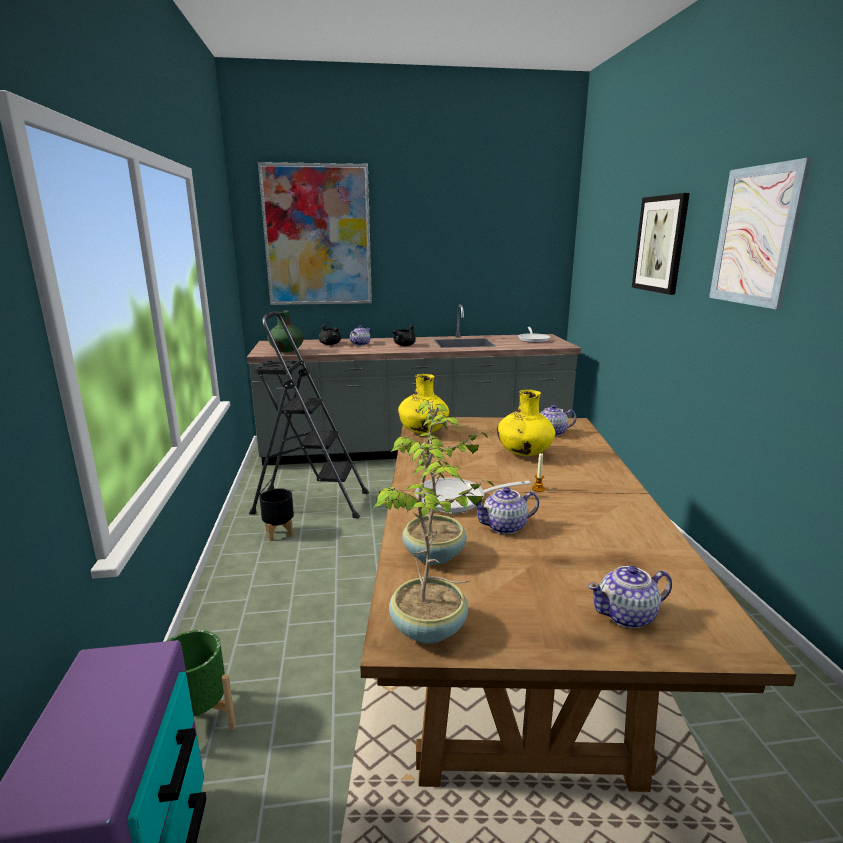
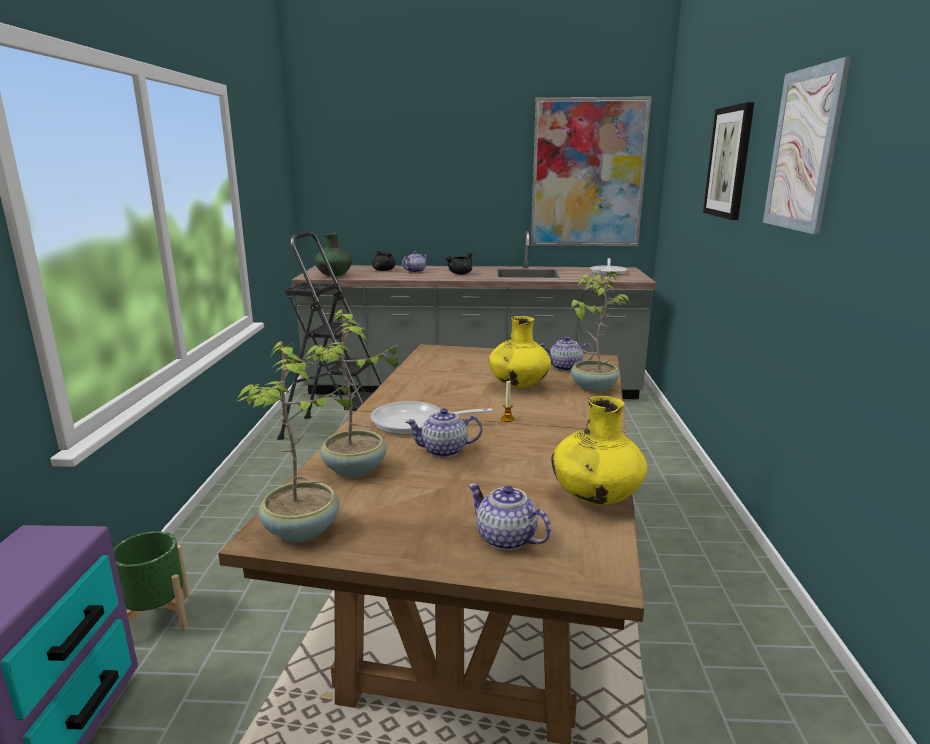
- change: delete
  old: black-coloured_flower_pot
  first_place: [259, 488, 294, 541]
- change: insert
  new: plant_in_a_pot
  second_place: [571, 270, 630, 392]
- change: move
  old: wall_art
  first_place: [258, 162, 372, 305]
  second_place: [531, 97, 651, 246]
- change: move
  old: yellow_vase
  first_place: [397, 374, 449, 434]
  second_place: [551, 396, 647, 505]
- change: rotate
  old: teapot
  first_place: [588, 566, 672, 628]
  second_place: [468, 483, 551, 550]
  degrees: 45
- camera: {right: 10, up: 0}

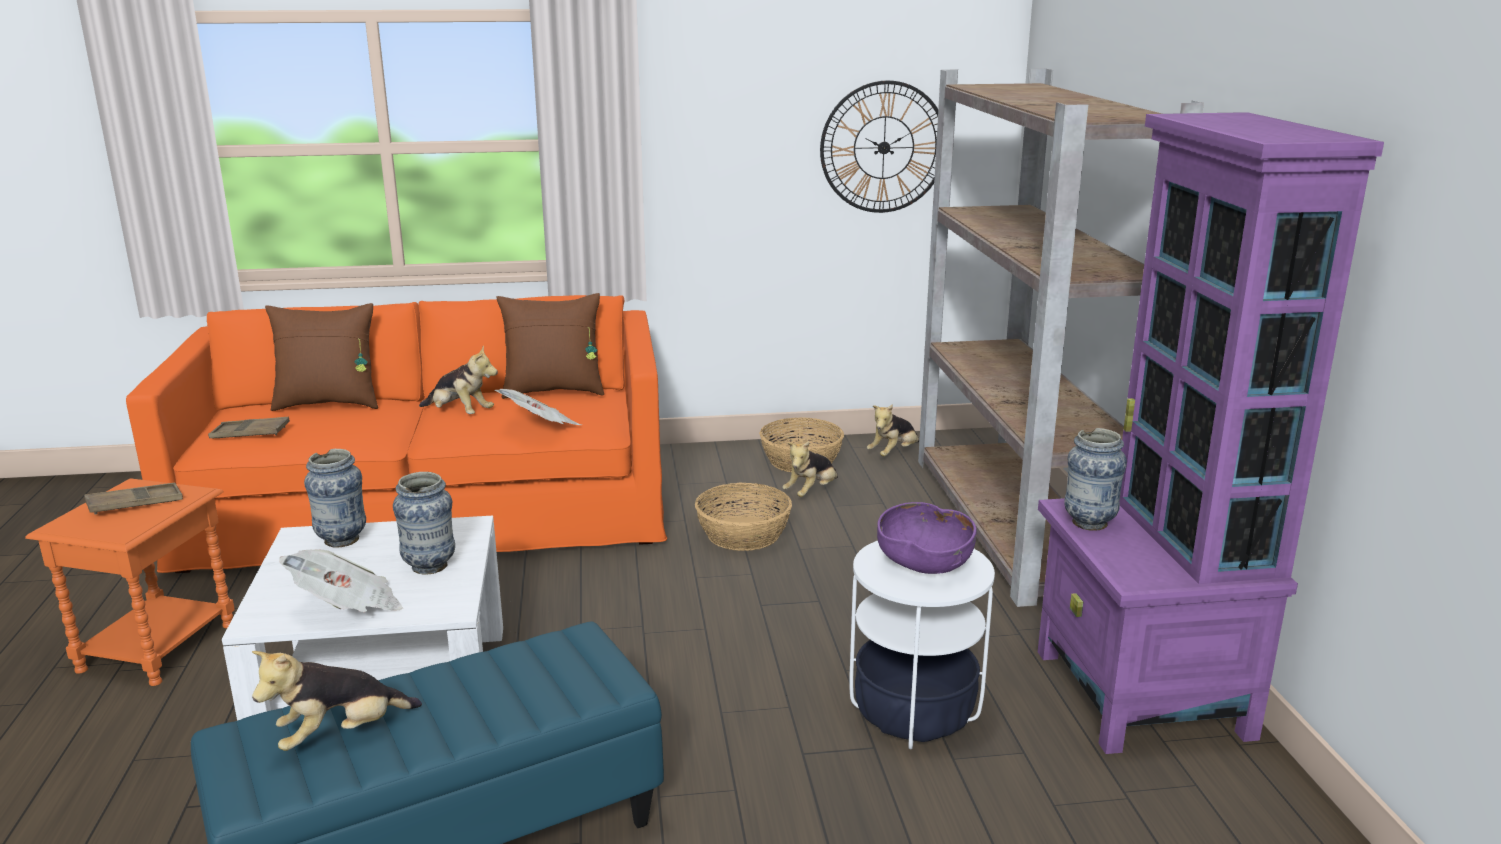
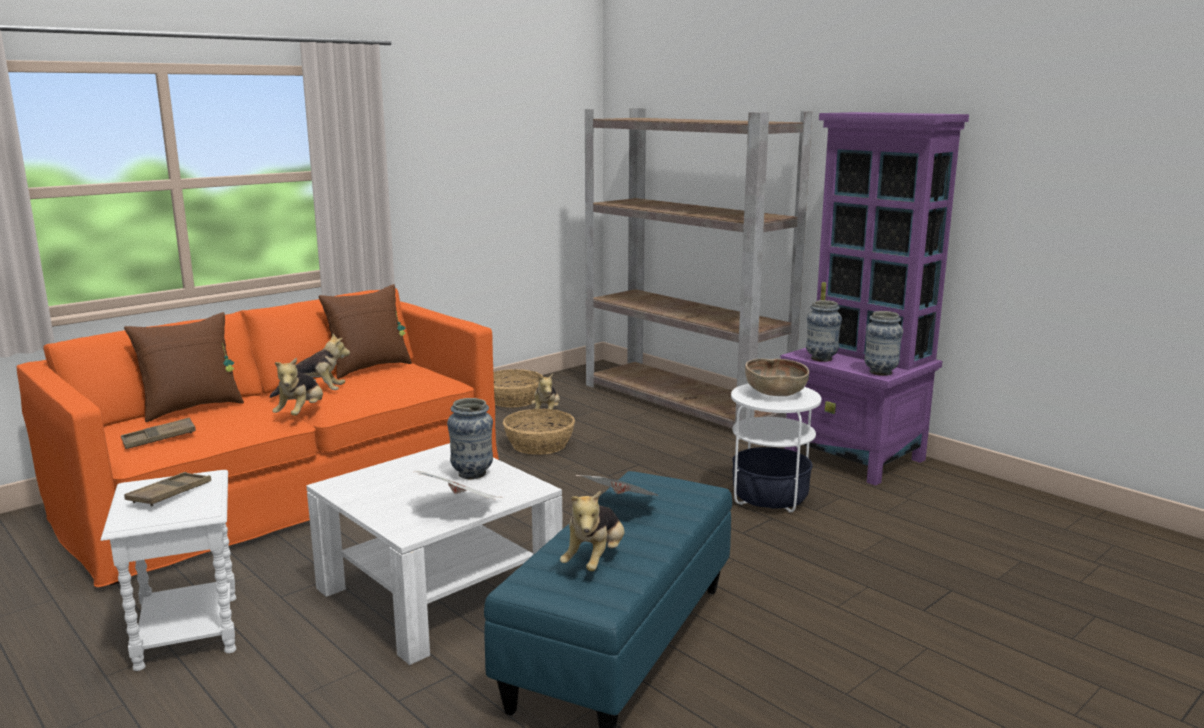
- change: delete
  old: wall_clock
  first_place: [820, 80, 938, 213]
- change: move
  old: vase
  first_place: [304, 449, 366, 548]
  second_place: [864, 311, 903, 376]
- change: move
  old: newspaper
  first_place: [495, 389, 582, 425]
  second_place: [576, 475, 659, 496]
- change: move
  old: plush_toy
  first_place: [867, 404, 919, 456]
  second_place: [273, 357, 323, 416]
- change: recolor
  old: orange-coloured_end_table
  new: white_end_table
  first_place: [25, 478, 235, 686]
  second_place: [101, 470, 236, 671]
- change: recolor
  old: purplish_deep_dish
  new: brown-coloured_deep_dish
  first_place: [877, 502, 977, 574]
  second_place: [745, 359, 809, 396]
- camera: {right: -35, up: -5}

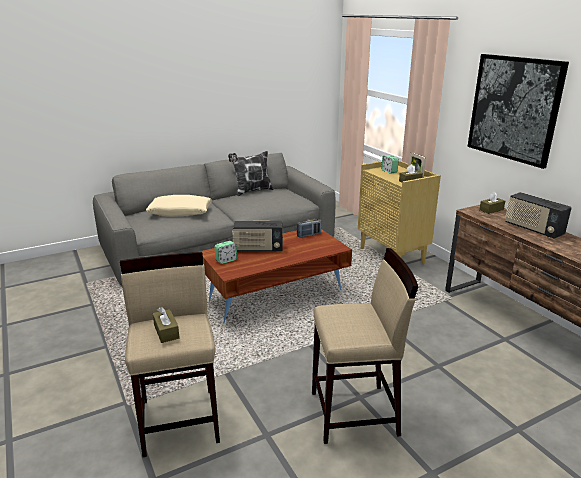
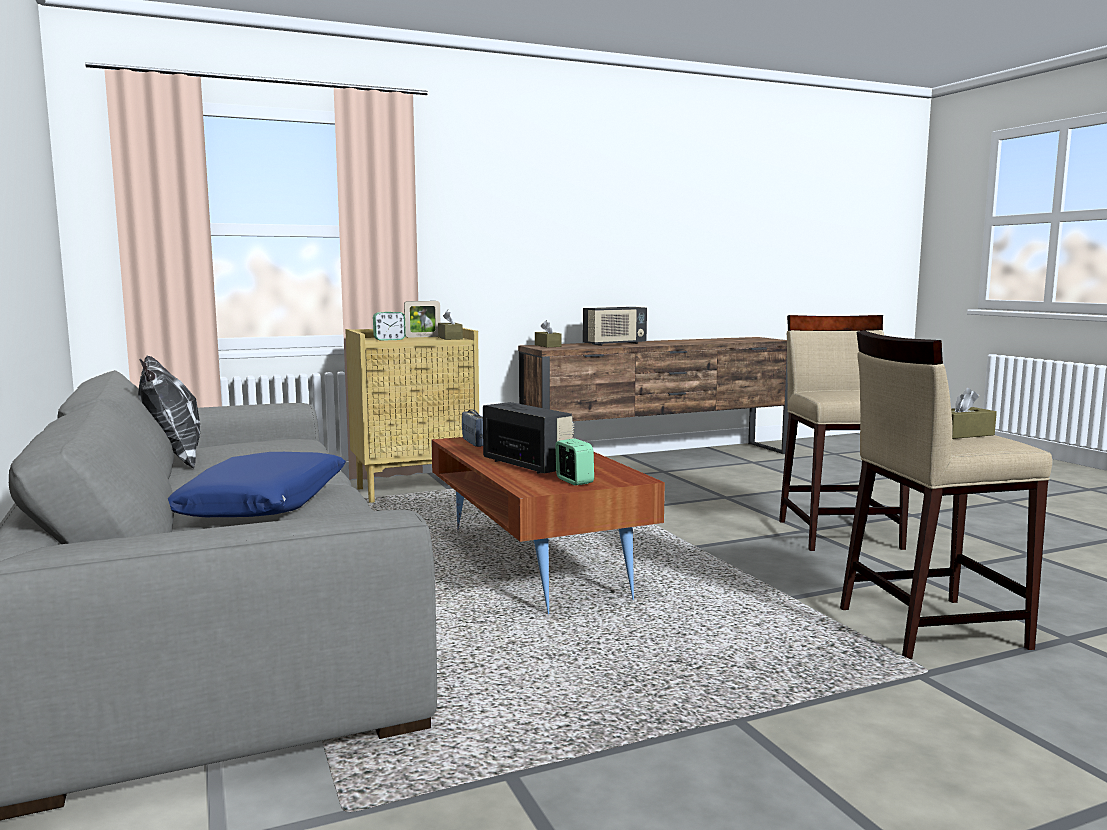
- change: delete
  old: wall_art
  first_place: [467, 54, 569, 169]
- change: recolor
  old: sand-coloured_cushion
  new: blue-coloured_cushion
  first_place: [146, 195, 212, 217]
  second_place: [168, 452, 346, 517]
- change: rotate
  old: radio
  first_place: [232, 221, 283, 252]
  second_place: [483, 402, 574, 474]
  degrees: -45
- camera: {right: -85, up: -15}

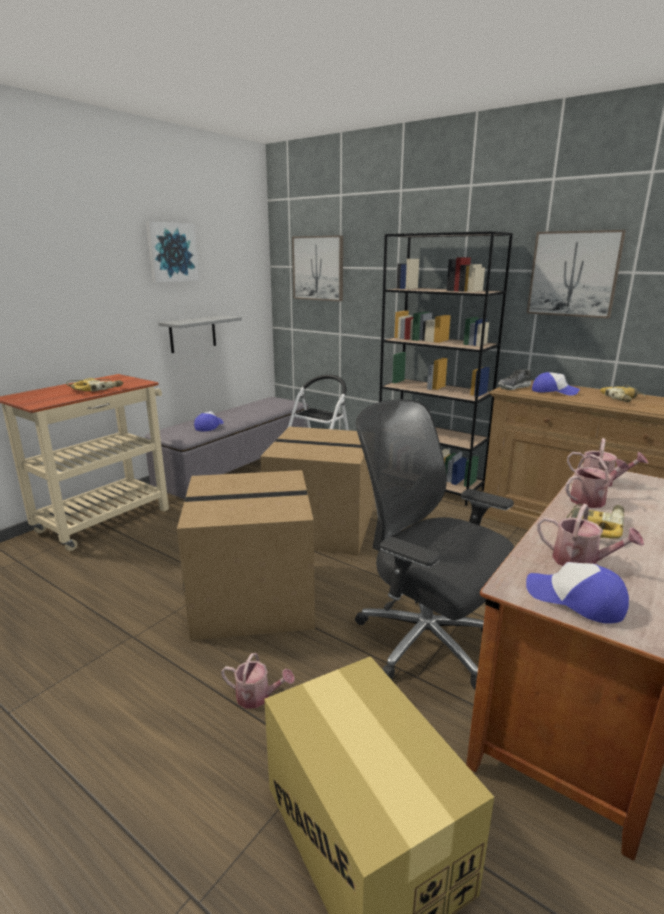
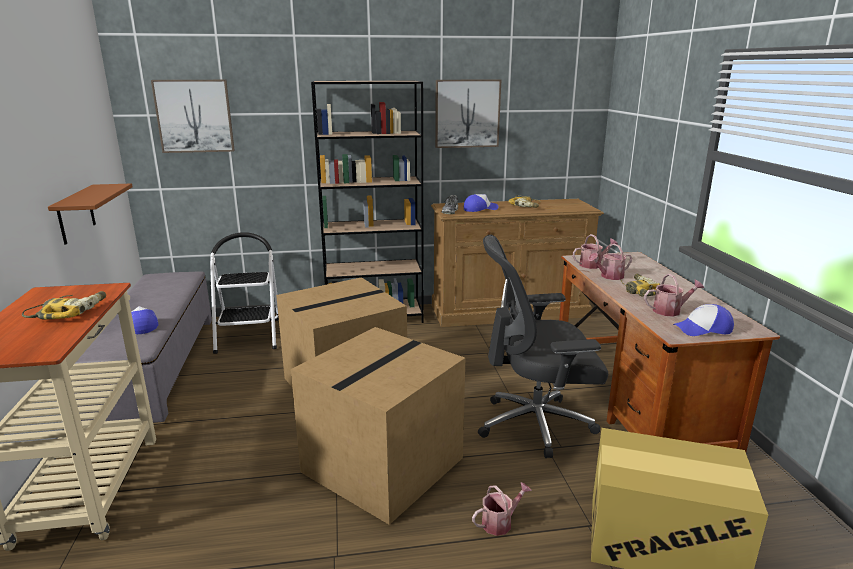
- change: delete
  old: wall_art
  first_place: [146, 221, 199, 282]
- change: recolor
  old: greyish_wall_shelf
  new: brown-coloured_wall_shelf
  first_place: [159, 315, 242, 353]
  second_place: [48, 184, 133, 245]
- change: rotate
  old: watering_pot
  first_place: [565, 454, 629, 508]
  second_place: [588, 244, 632, 280]
  degrees: -135
- camera: {right: -45, up: 0}

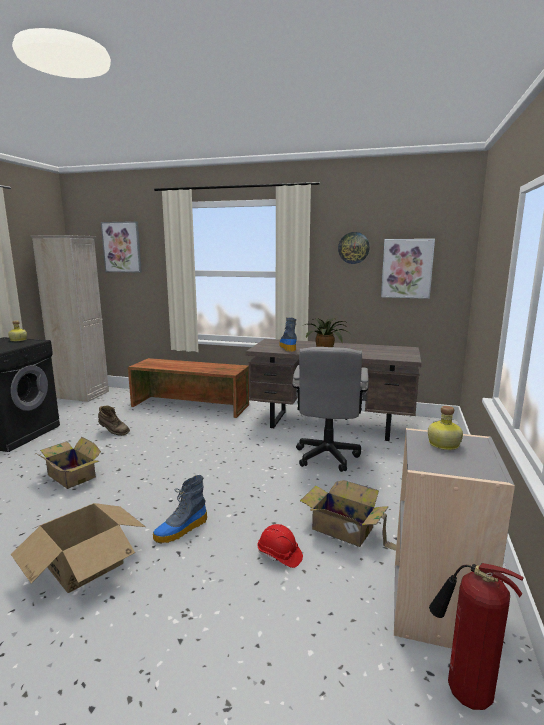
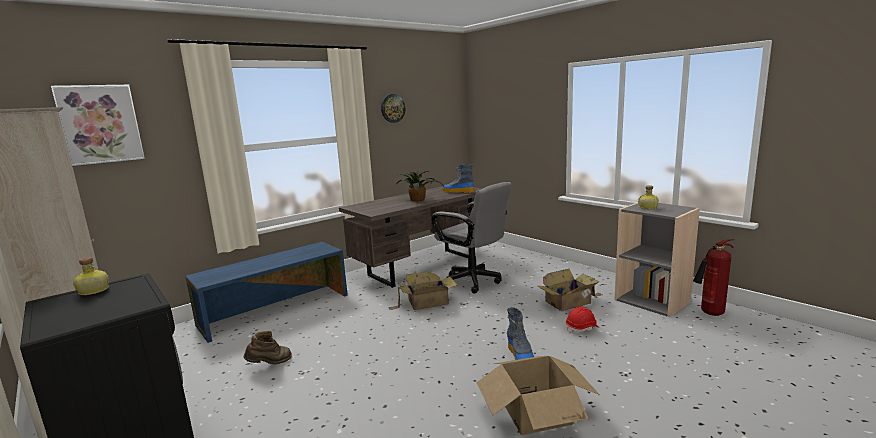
- change: delete
  old: wall_art
  first_place: [381, 239, 435, 299]
- change: move
  old: carton
  first_place: [34, 437, 101, 489]
  second_place: [388, 272, 457, 310]
- change: move
  old: boot
  first_place: [279, 317, 297, 352]
  second_place: [443, 164, 474, 193]
- change: recolor
  old: brown-coloured_long_seat
  new: blue-coloured_long_seat
  first_place: [128, 358, 249, 418]
  second_place: [185, 242, 348, 343]
- camera: {right: -55, up: 0}

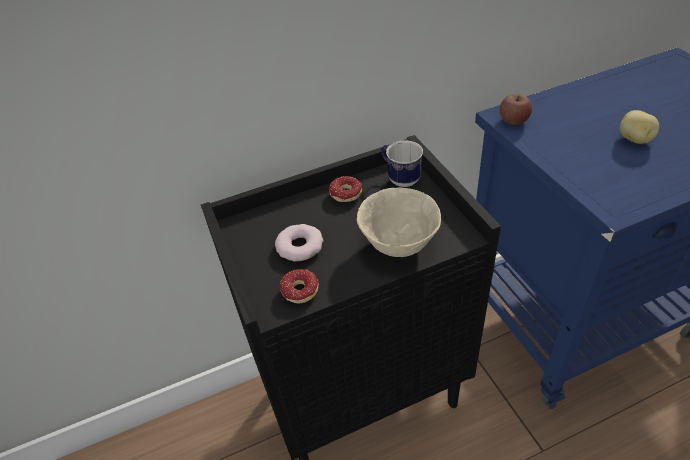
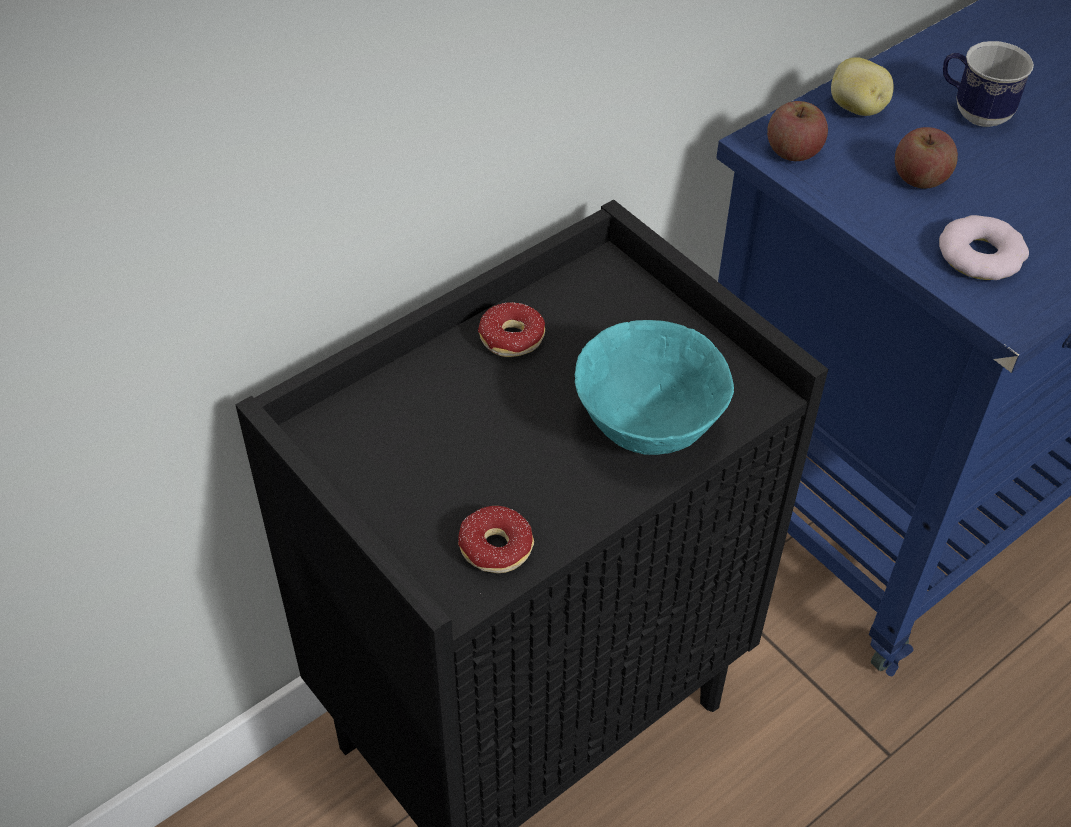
- change: insert
  new: apple_fruit
  second_place: [895, 127, 958, 189]
- change: move
  old: ring_doughnut
  first_place: [275, 224, 323, 262]
  second_place: [939, 215, 1029, 280]
- change: move
  old: mug
  first_place: [381, 141, 423, 187]
  second_place: [943, 41, 1034, 127]
- change: move
  old: potato
  first_place: [620, 110, 659, 144]
  second_place: [831, 57, 894, 116]
- change: recolor
  old: sand-coloured_deep_dish
  new: blue-green_deep_dish
  first_place: [357, 188, 441, 257]
  second_place: [575, 320, 734, 455]
- camera: {right: -20, up: 5}

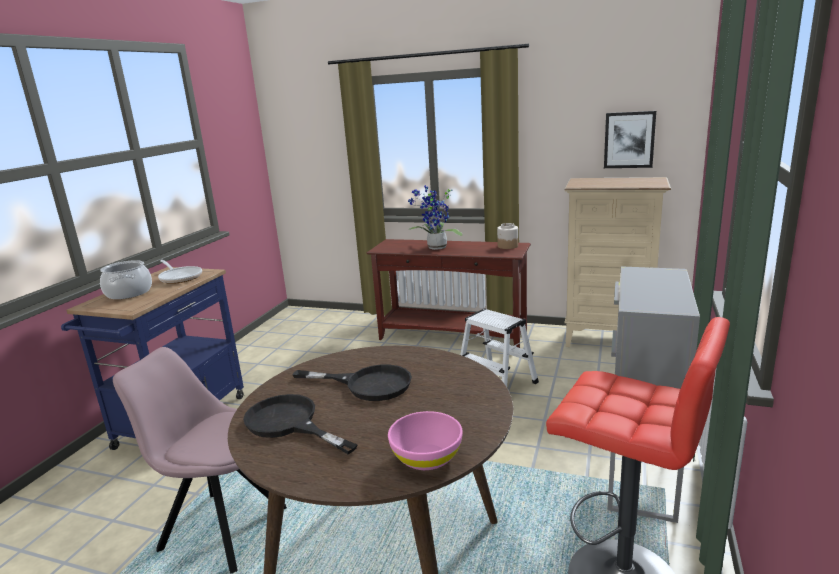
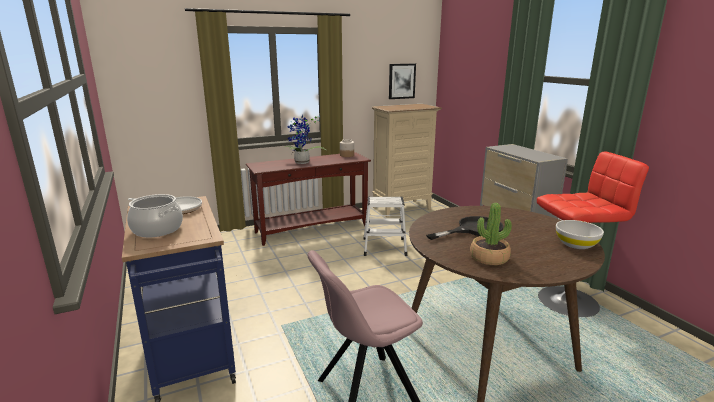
- change: replace
  old: black-coloured_pan
  new: plant_in_a_pot
  first_place: [243, 394, 357, 454]
  second_place: [470, 203, 512, 265]
- change: recolor
  old: pink-coloured_deep_dish
  new: white_deep_dish
  first_place: [388, 411, 462, 470]
  second_place: [556, 220, 604, 249]
- camera: {right: -45, up: 0}

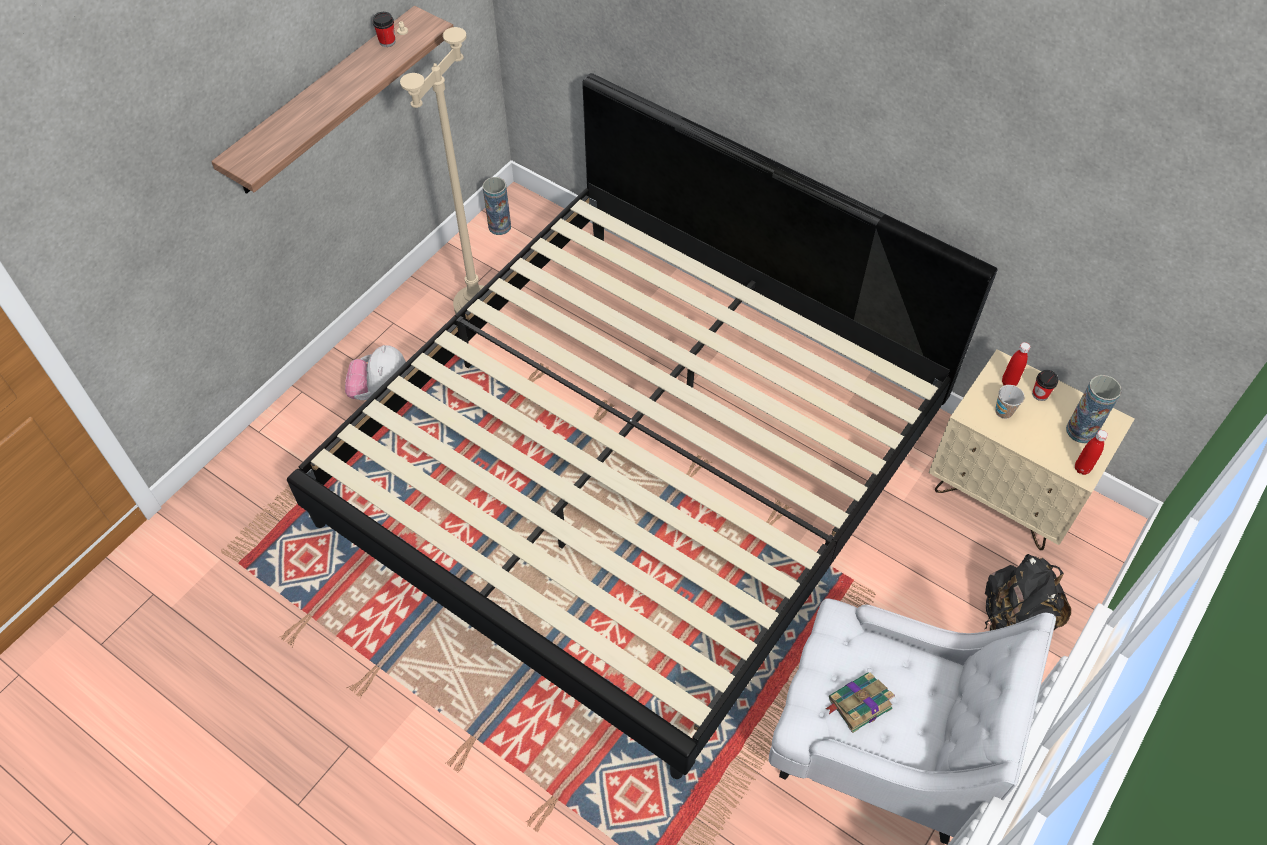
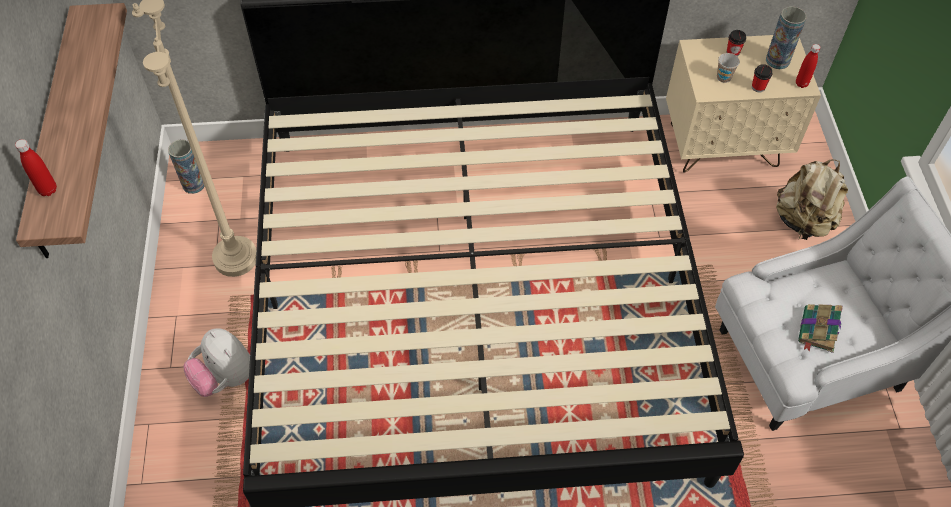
- change: move
  old: small_cup
  first_place: [373, 12, 395, 47]
  second_place: [752, 64, 773, 92]
- change: move
  old: red-coloured_beverage_bottle
  first_place: [1002, 342, 1030, 386]
  second_place: [15, 139, 57, 196]
- change: recolor
  old: black-coloured_knapsack
  new: sand-coloured_knapsack
  first_place: [984, 554, 1071, 631]
  second_place: [776, 159, 848, 240]
- camera: {right: -40, up: 0}

